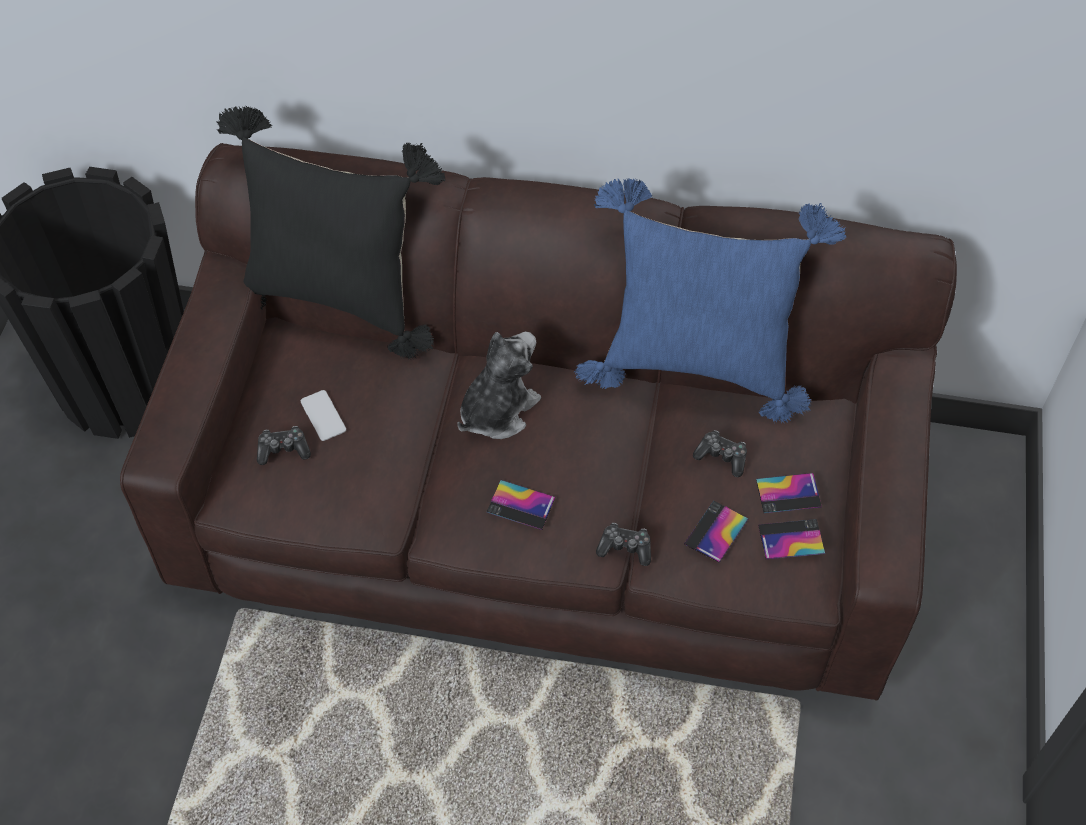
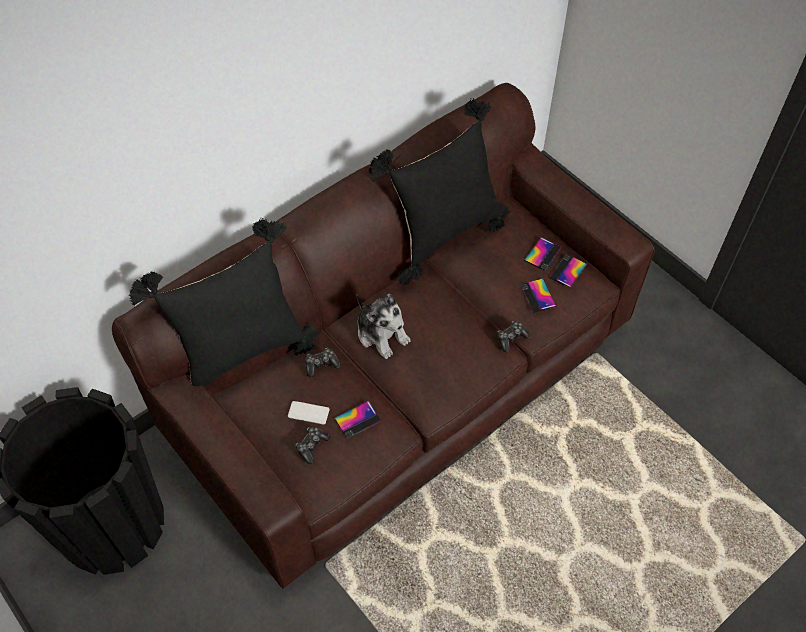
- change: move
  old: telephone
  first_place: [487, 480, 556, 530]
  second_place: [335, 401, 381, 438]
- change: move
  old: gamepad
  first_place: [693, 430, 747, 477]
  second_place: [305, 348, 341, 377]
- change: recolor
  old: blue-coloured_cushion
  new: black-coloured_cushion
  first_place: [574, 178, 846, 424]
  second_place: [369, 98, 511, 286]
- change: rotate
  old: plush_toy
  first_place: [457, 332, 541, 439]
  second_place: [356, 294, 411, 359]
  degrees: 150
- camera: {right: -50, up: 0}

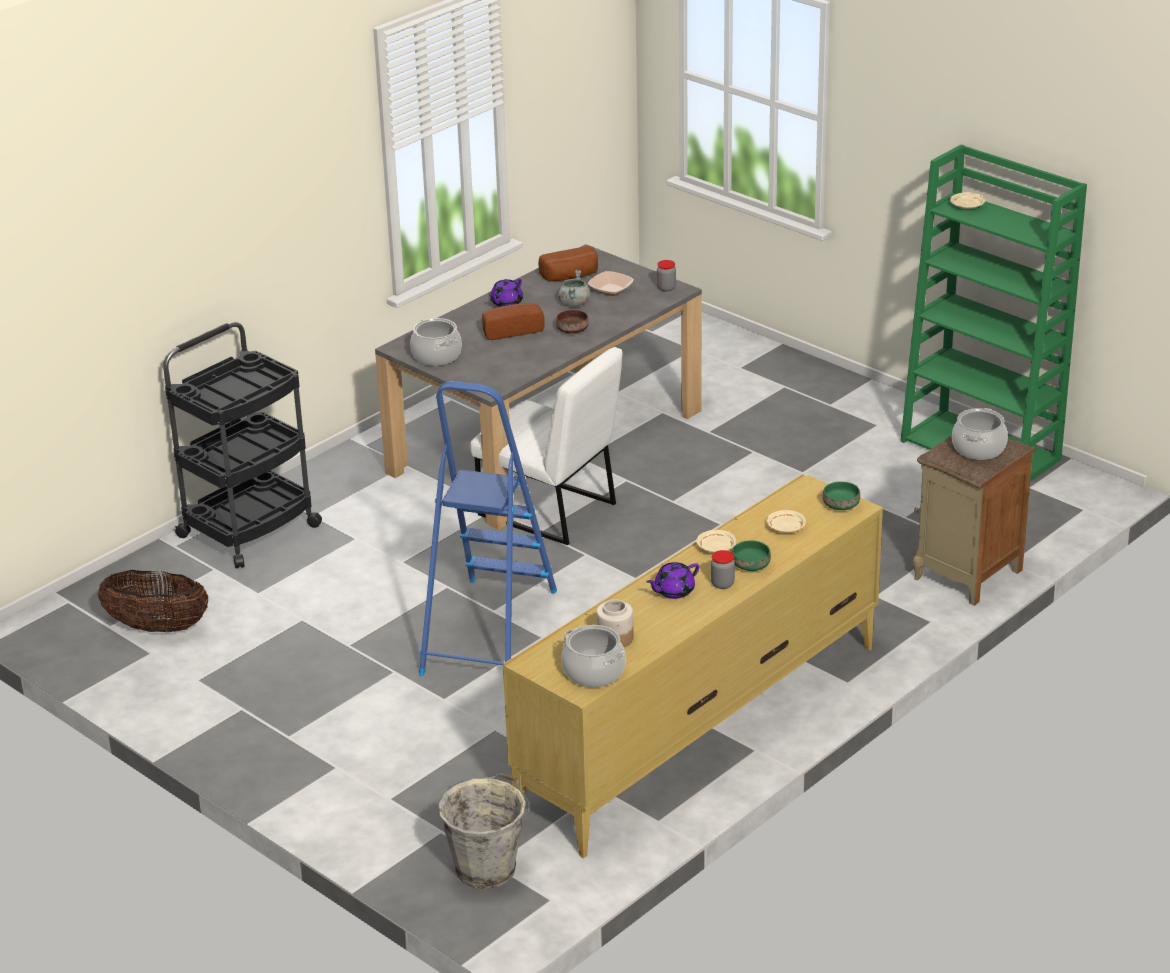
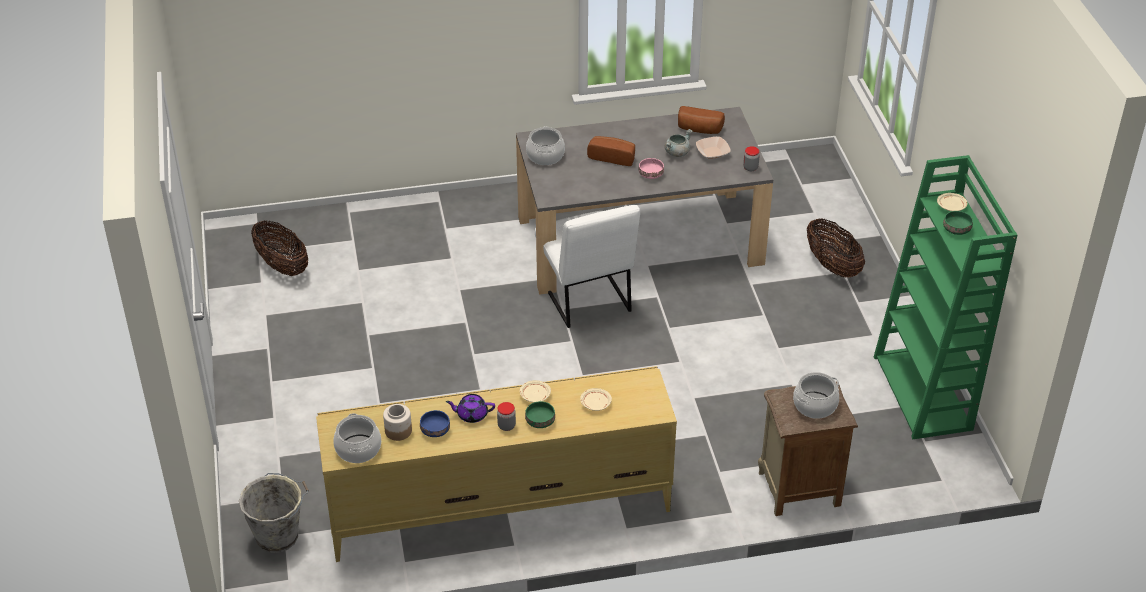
- change: delete
  old: black-coloured_wheeled_cart
  first_place: [163, 322, 322, 568]
- change: delete
  old: blue-coloured_step_ladder
  first_place: [419, 381, 557, 676]
- change: delete
  old: purplish_teapot
  first_place: [489, 278, 523, 307]
- change: insert
  new: blue-coloured_deep_dish
  second_place: [420, 410, 450, 437]
- change: insert
  new: storage_basket
  second_place: [807, 218, 865, 277]
- change: move
  old: greenish_deep_dish
  first_place: [823, 482, 860, 510]
  second_place: [943, 211, 973, 235]
- change: recolor
  old: brown-coloured_deep_dish
  new: pink-coloured_deep_dish
  first_place: [556, 310, 589, 334]
  second_place: [639, 158, 664, 179]
- camera: {right: 35, up: 10}

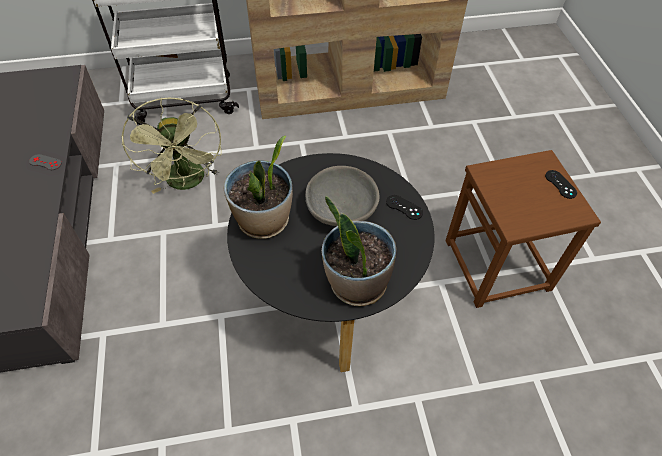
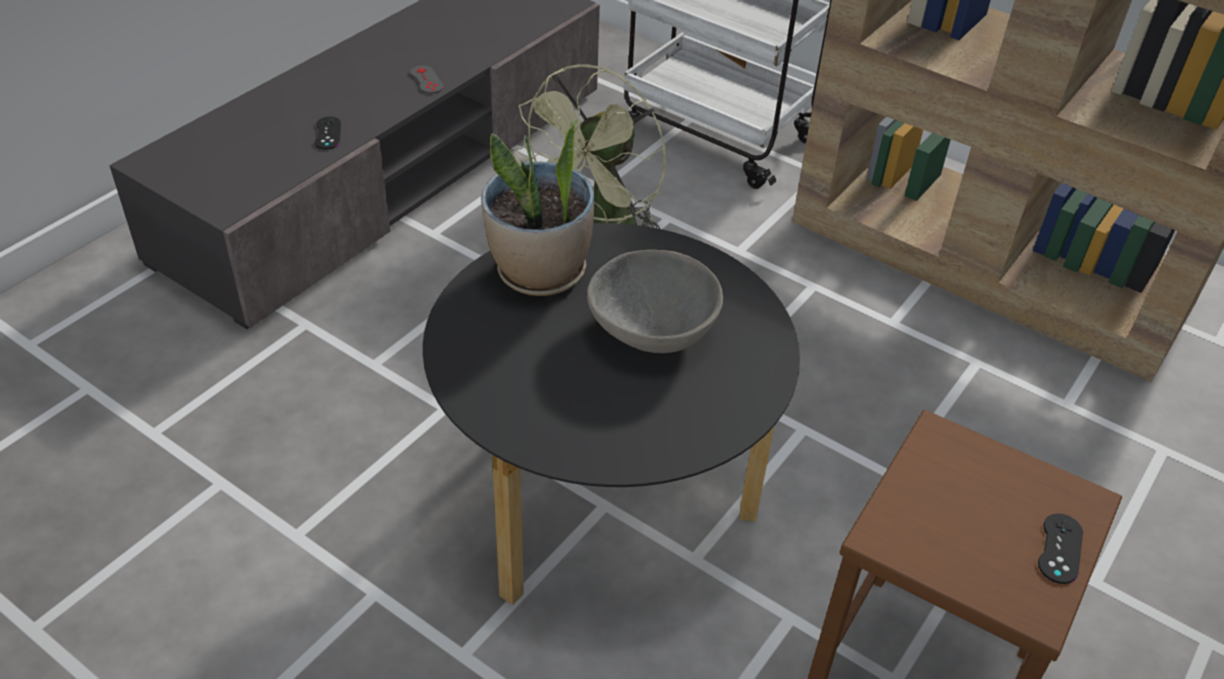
- change: delete
  old: plant_in_a_pot
  first_place: [322, 196, 397, 306]
- change: move
  old: black-coloured_gamepad
  first_place: [386, 195, 423, 220]
  second_place: [315, 117, 341, 150]
- camera: {right: 45, up: -10}

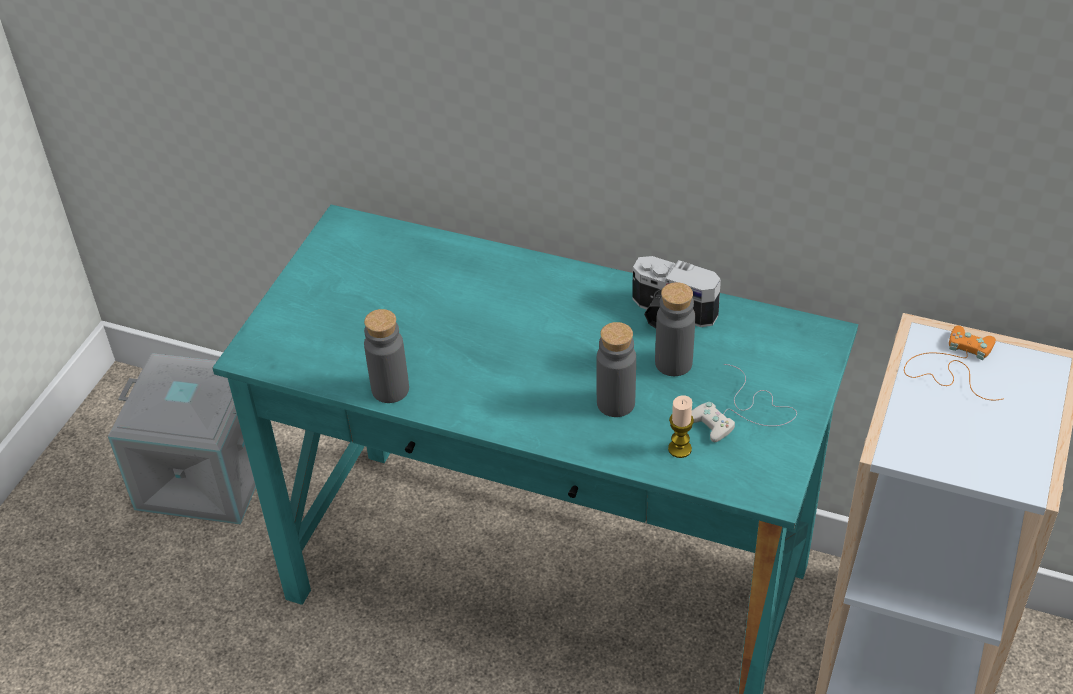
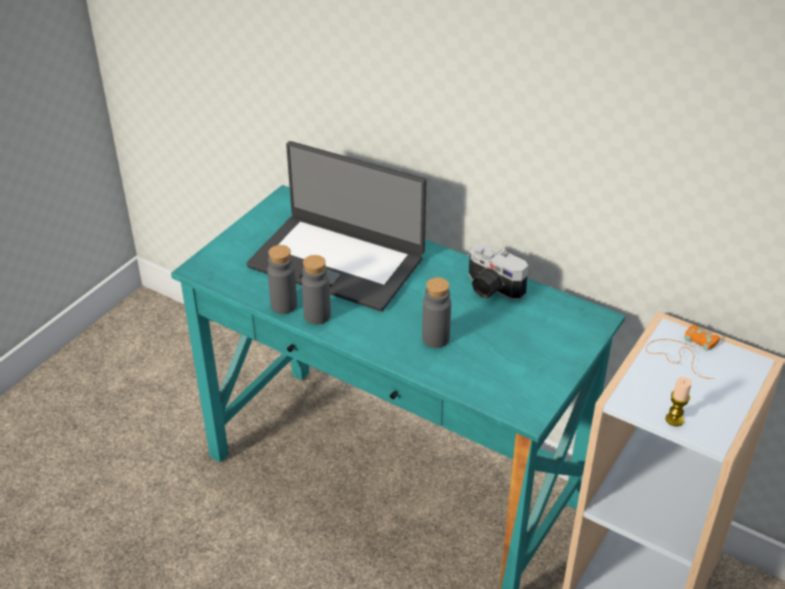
- change: delete
  old: greyish_storage_container
  first_place: [108, 353, 271, 525]
- change: delete
  old: white_gamepad
  first_place: [691, 364, 797, 442]
- change: insert
  new: laptop
  second_place: [247, 141, 426, 311]
- change: move
  old: greyish_beverage_bottle
  first_place: [655, 282, 695, 376]
  second_place: [302, 255, 331, 324]
- change: move
  old: wax_candle
  first_place: [668, 395, 694, 458]
  second_place: [665, 377, 692, 426]
- camera: {right: 10, up: -5}

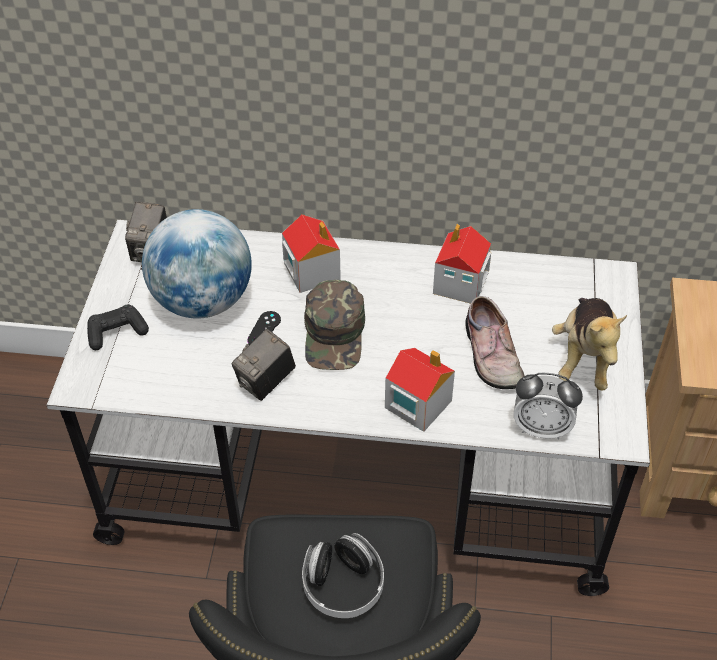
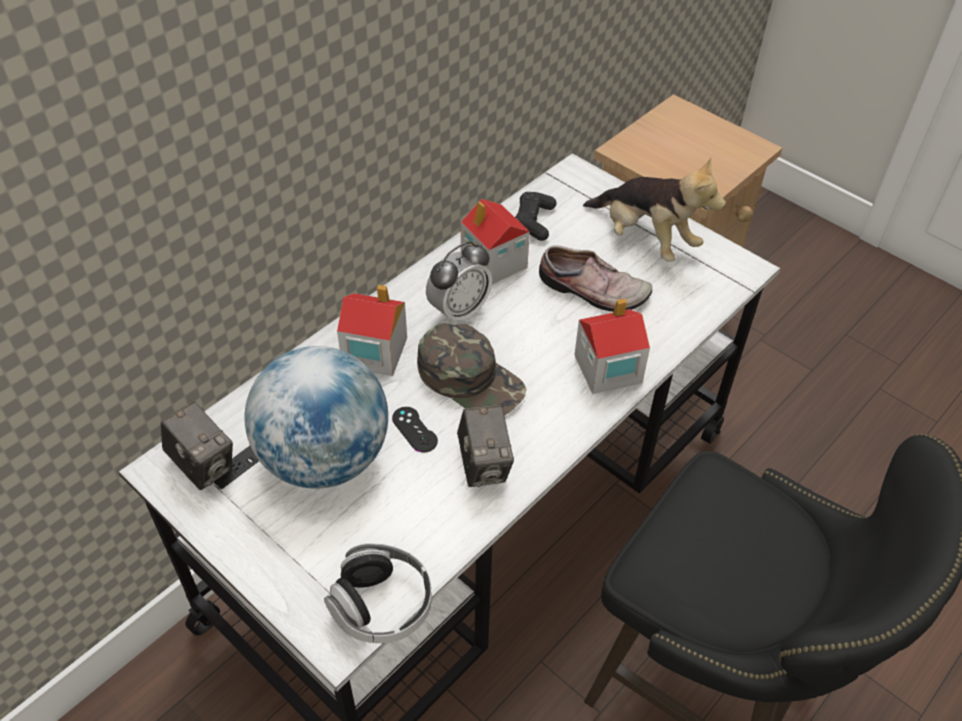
- change: move
  old: black-coloured_gamepad
  first_place: [87, 304, 149, 350]
  second_place: [515, 192, 557, 241]
- change: move
  old: headphones
  first_place: [302, 533, 384, 618]
  second_place: [324, 543, 432, 643]
- change: move
  old: table_clock
  first_place: [514, 373, 583, 440]
  second_place: [426, 241, 492, 324]
- camera: {right: -55, up: 0}

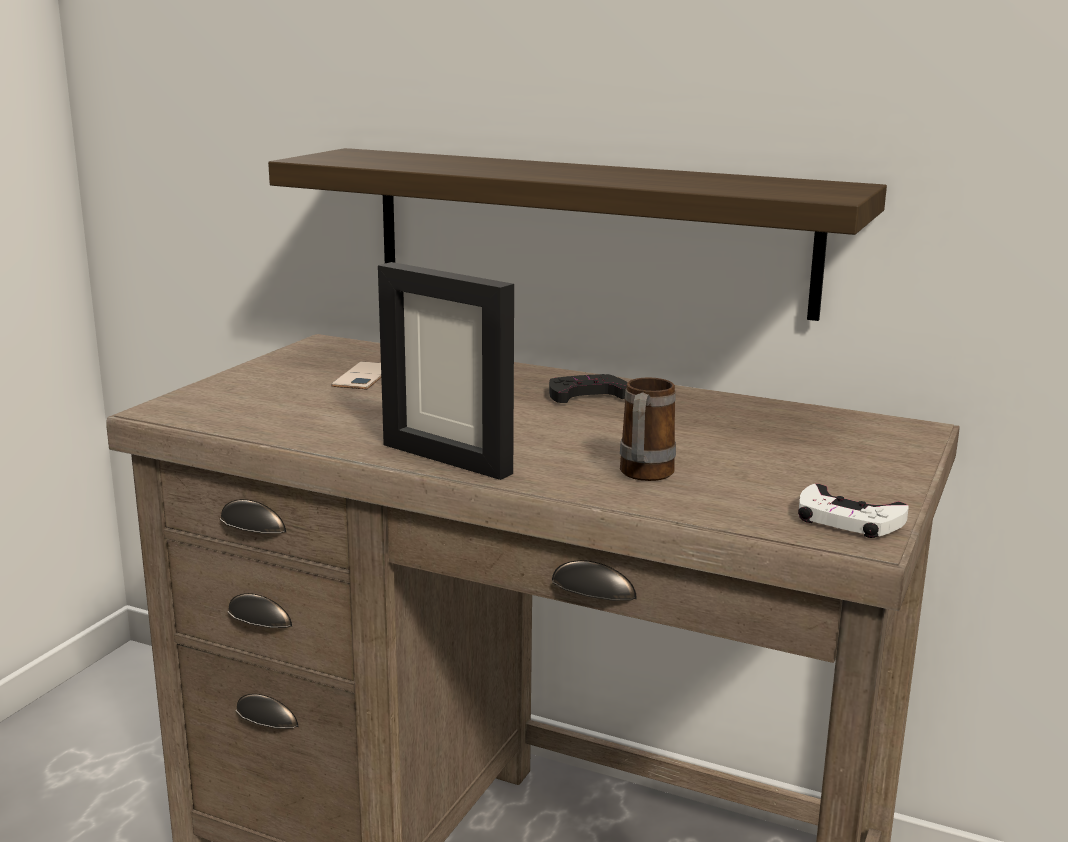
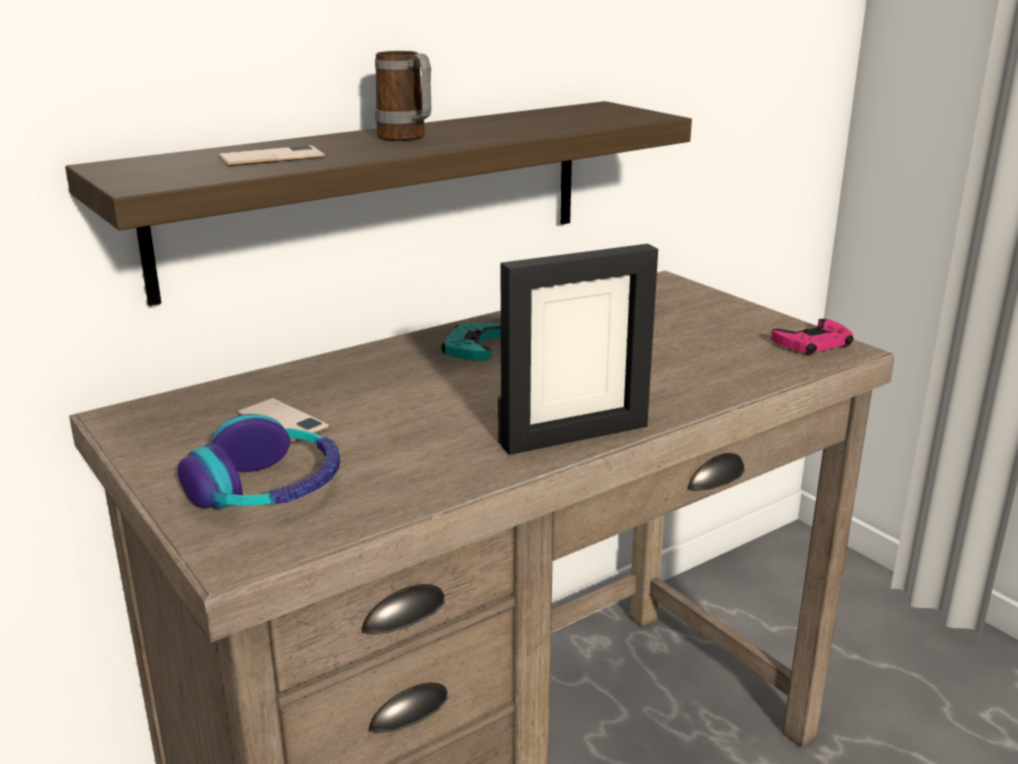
- change: insert
  new: headphones
  second_place: [178, 414, 340, 509]
- change: insert
  new: telephone
  second_place: [218, 146, 325, 166]
- change: move
  old: mug
  first_place: [620, 377, 676, 481]
  second_place: [375, 51, 431, 141]
- change: recolor
  old: black-coloured_gamepad
  new: blue-green_gamepad
  first_place: [549, 374, 627, 403]
  second_place: [441, 322, 501, 361]
- change: recolor
  old: white_gamepad
  new: pink-coloured_gamepad
  first_place: [798, 484, 909, 538]
  second_place: [771, 319, 853, 355]
- camera: {right: -60, up: 5}

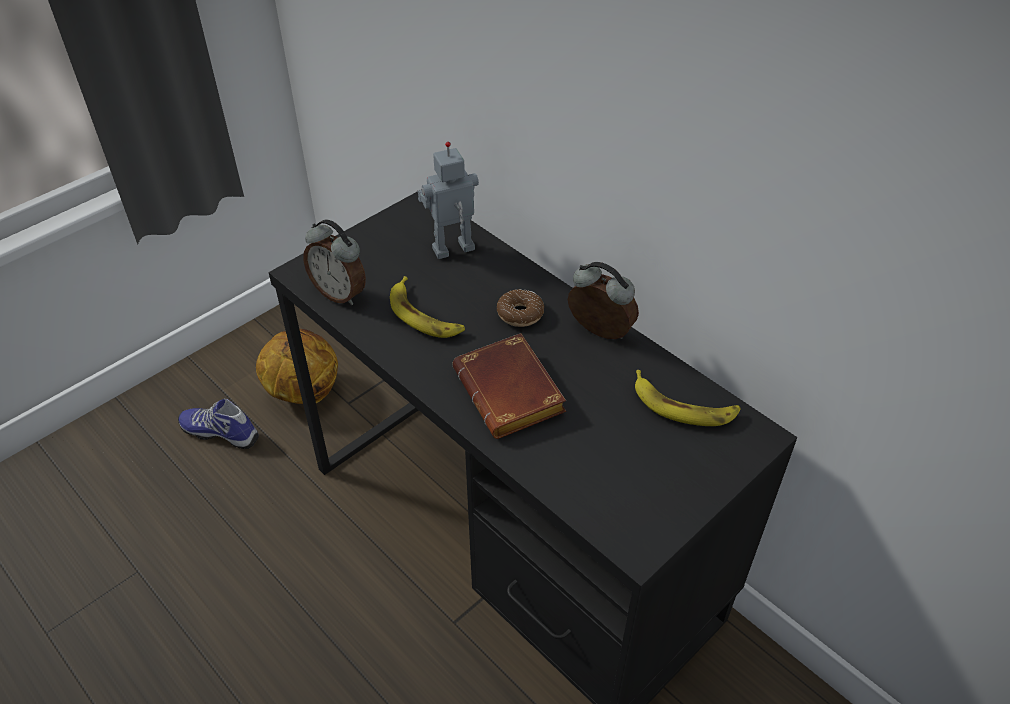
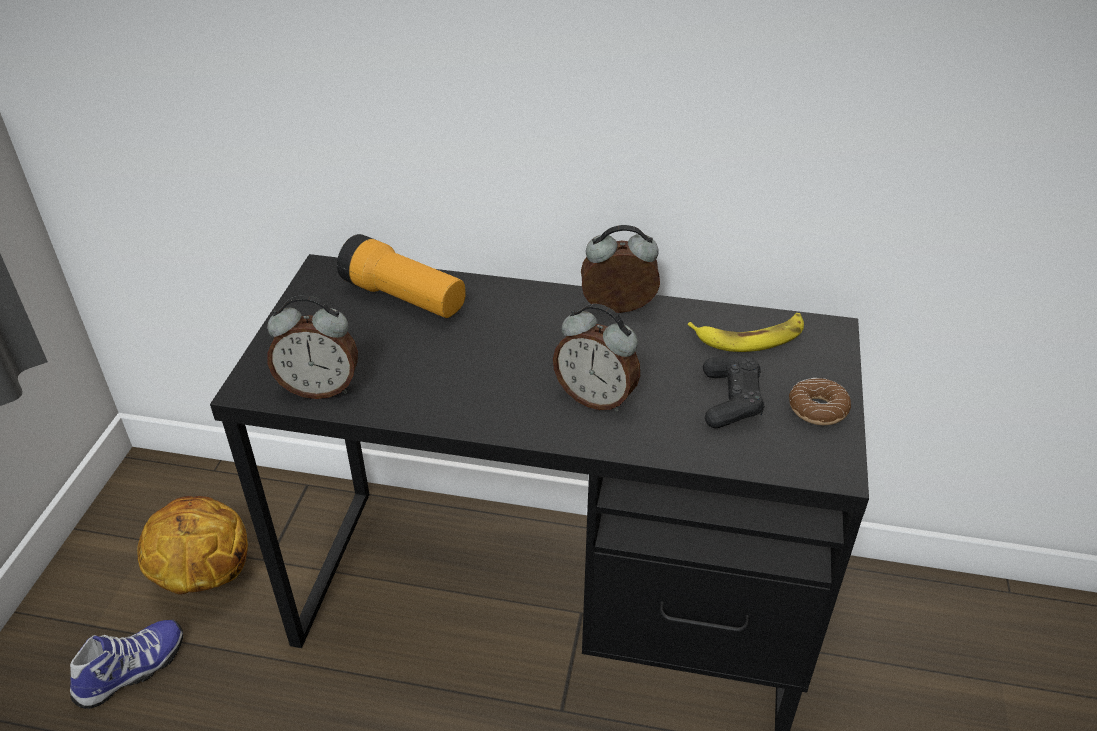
- change: delete
  old: banana_fruit
  first_place: [390, 276, 465, 338]
- change: insert
  new: black-coloured_gamepad
  second_place: [703, 356, 765, 428]
- change: move
  old: ring_doughnut
  first_place: [497, 289, 544, 327]
  second_place: [789, 378, 851, 425]
- change: replace
  old: toy_robot
  new: torch
  first_place: [417, 142, 479, 259]
  second_place: [337, 234, 466, 318]
- change: replace
  old: brown-coloured_volume
  new: table_clock
  first_place: [452, 333, 566, 439]
  second_place: [553, 304, 640, 412]
- change: rotate
  old: low_shoe
  first_place: [178, 398, 259, 449]
  second_place: [70, 619, 183, 709]
  degrees: 150
- camera: {right: -35, up: -5}

